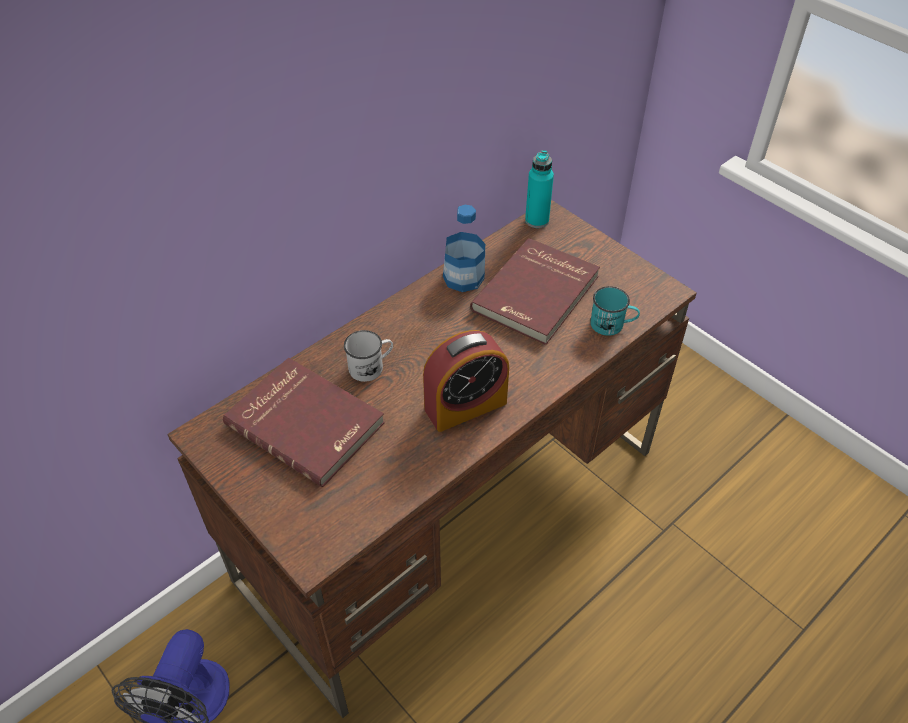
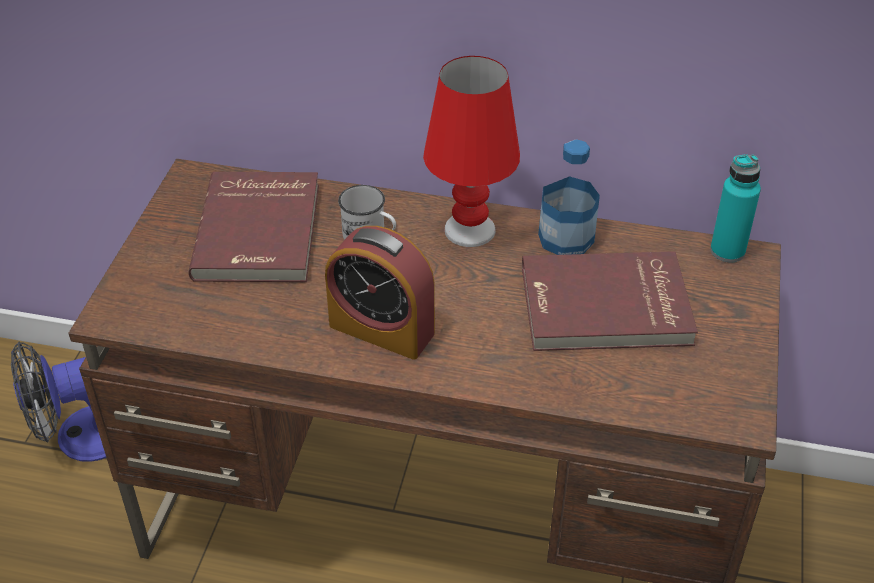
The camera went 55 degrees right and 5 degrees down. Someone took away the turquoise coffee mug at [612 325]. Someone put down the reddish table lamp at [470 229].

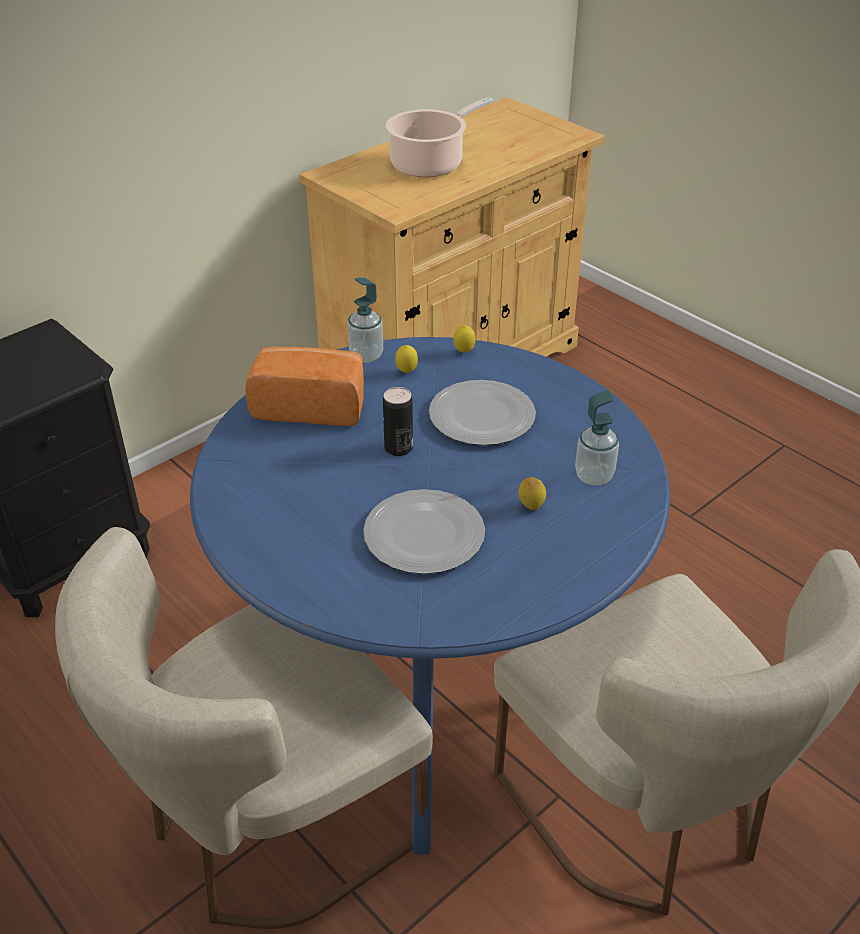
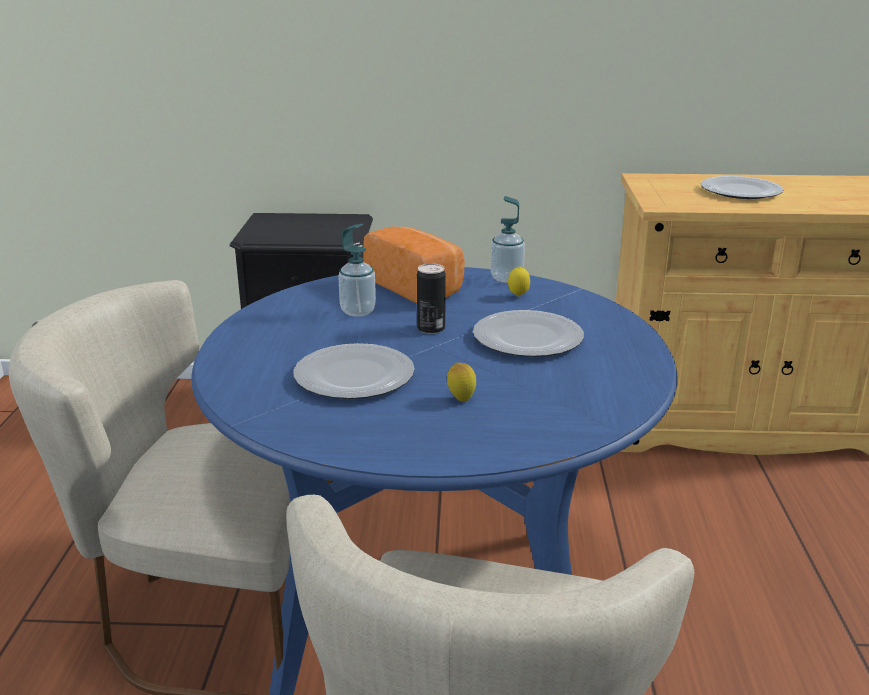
The camera went 45 degrees right and 15 degrees down. Someone swapped the saucepot at [430 164] for the plate at [741 191]. Someone took away the lemon at [464 352]. Someone carried the liquid soap bottle from [594 476] to [358 311].

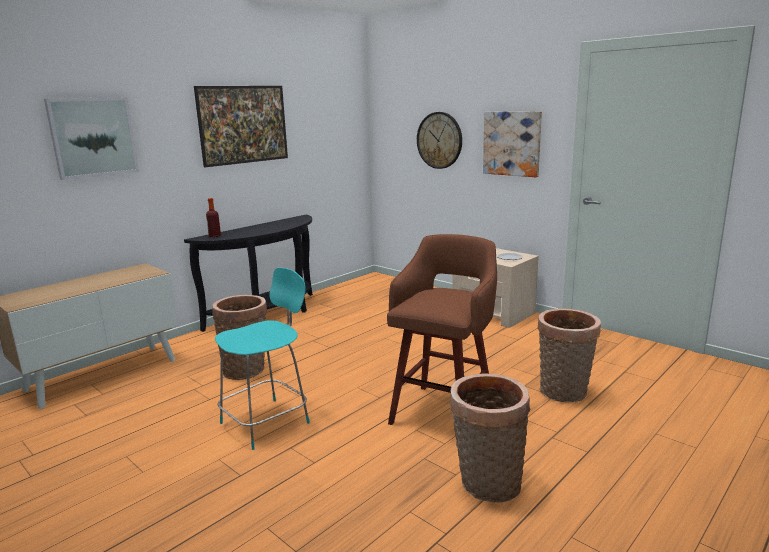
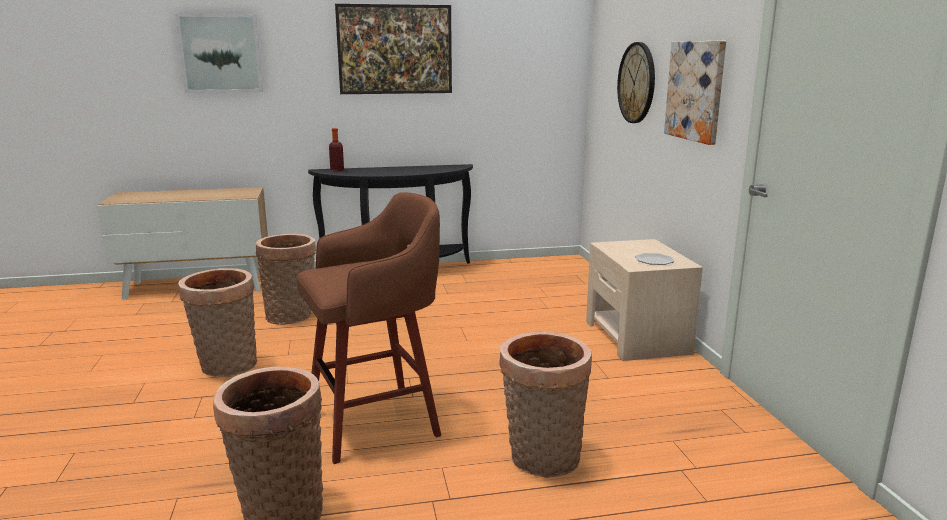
The camera went 35 degrees right and 0 degrees up. Someone swapped the turquoise plain chair at [267 421] for the storage basket at [226 367].

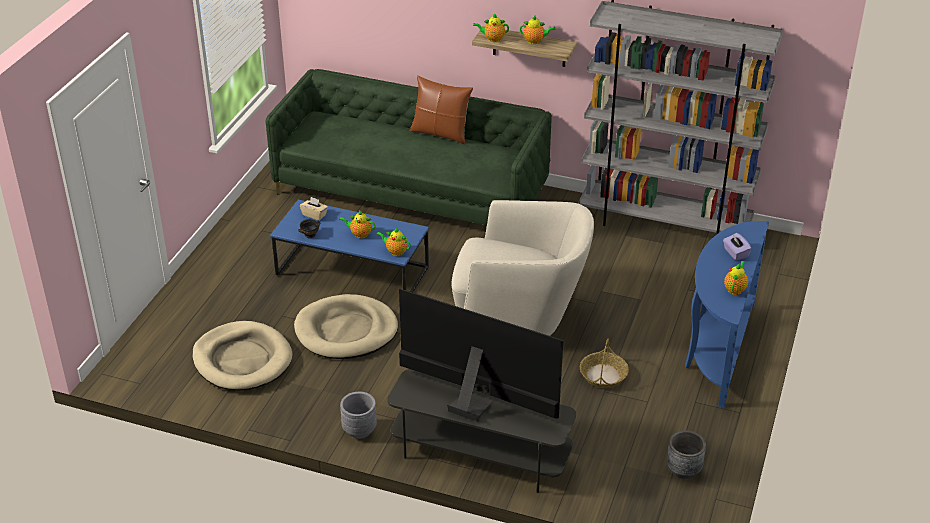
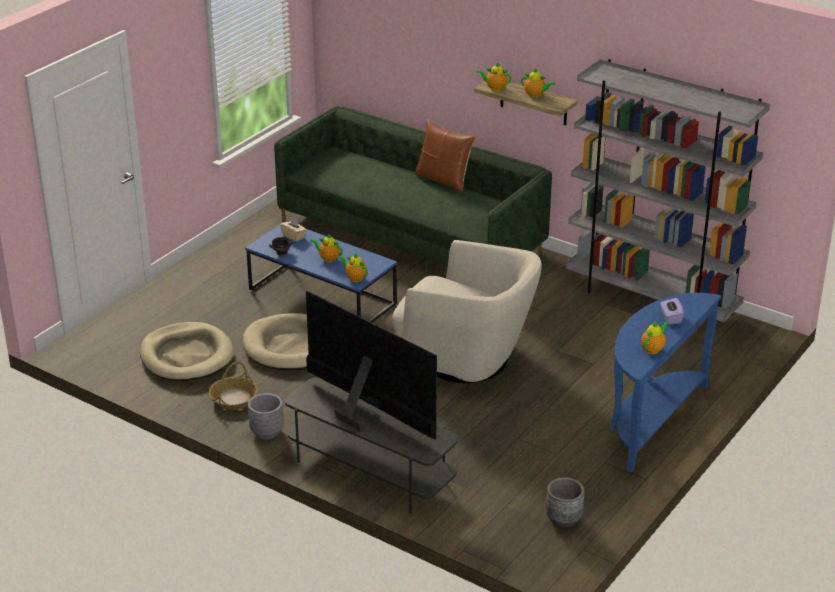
The camera went 15 degrees right and 5 degrees down. Someone carried the storage basket from [603 376] to [233 399].

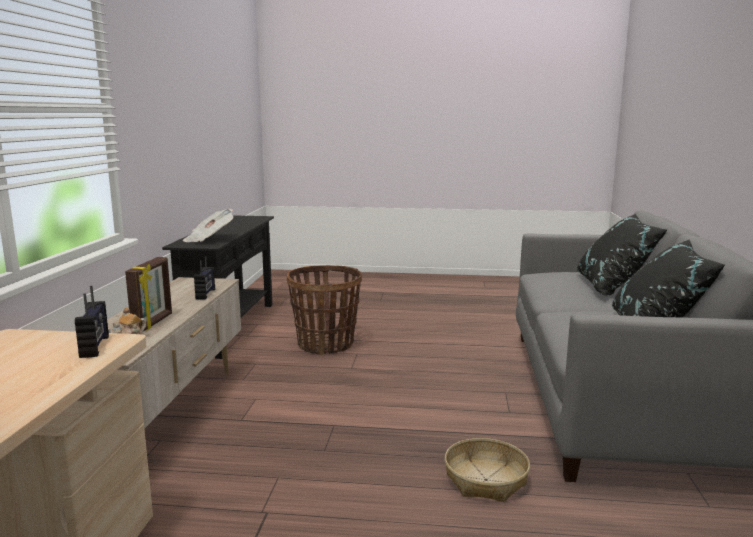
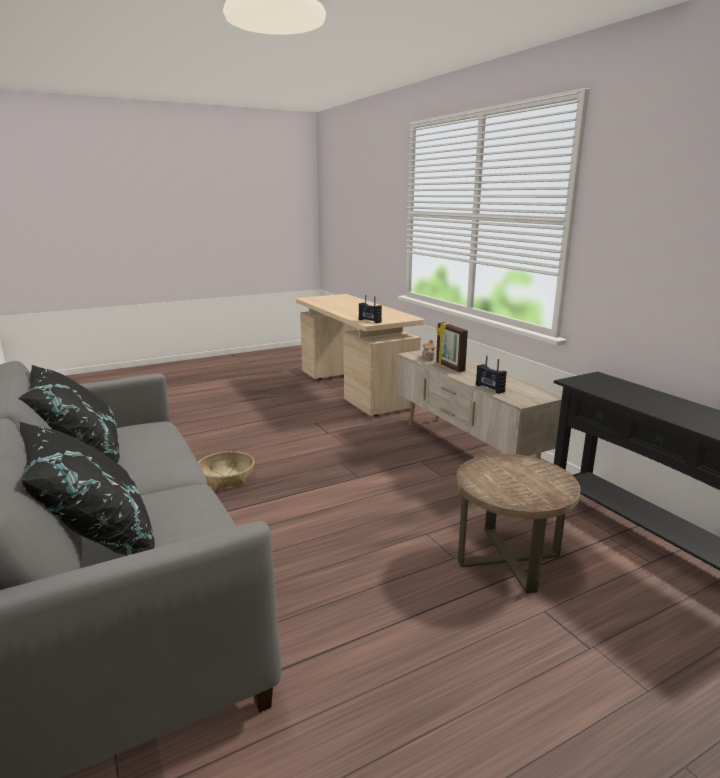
The camera went 145 degrees right and 5 degrees up. Someone took away the printed paper at [209 239]. Someone swapped the storage basket at [326 344] for the brownish accent table at [508 558].

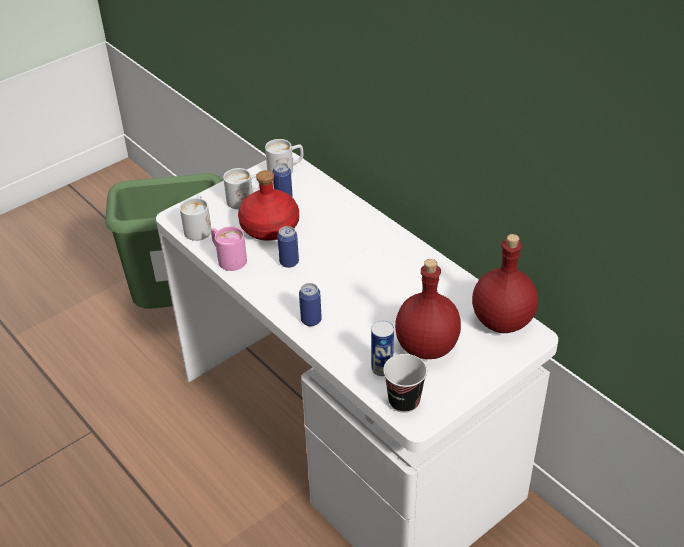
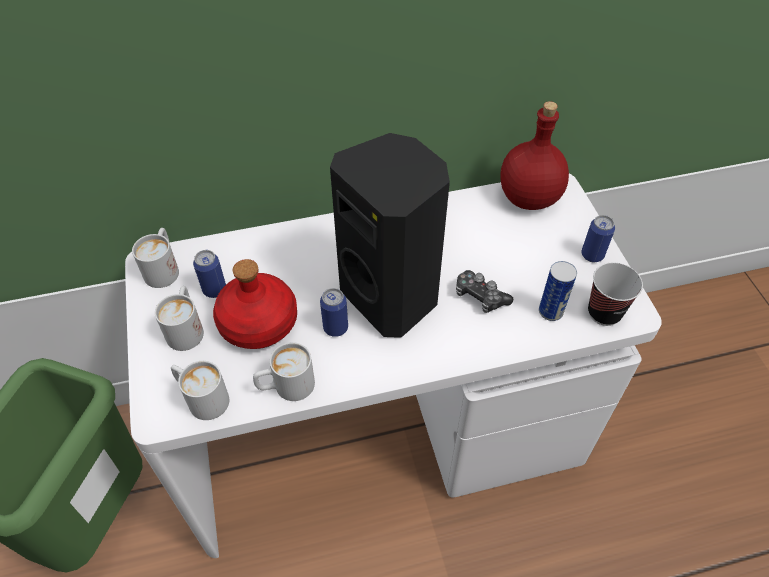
The camera went 65 degrees left and 10 degrees up. Someone repainted the pink-coloured coffee mug at [228 258], which became the whitish coffee mug at [286 387]. Someone carried the metal can from [311 320] to [592 255]. Someone took away the reddish beverage bottle at [425 346]. Someone put down the black-coloured loudspeaker at [392 296]. Someone put down the joypad at [480 296].

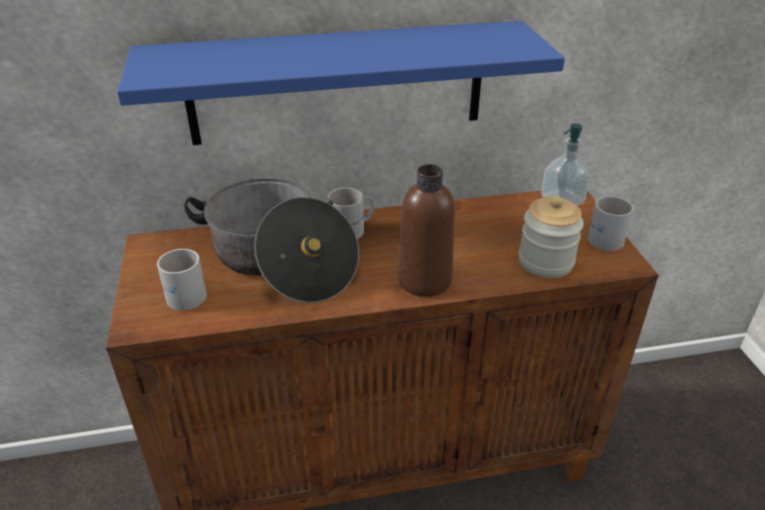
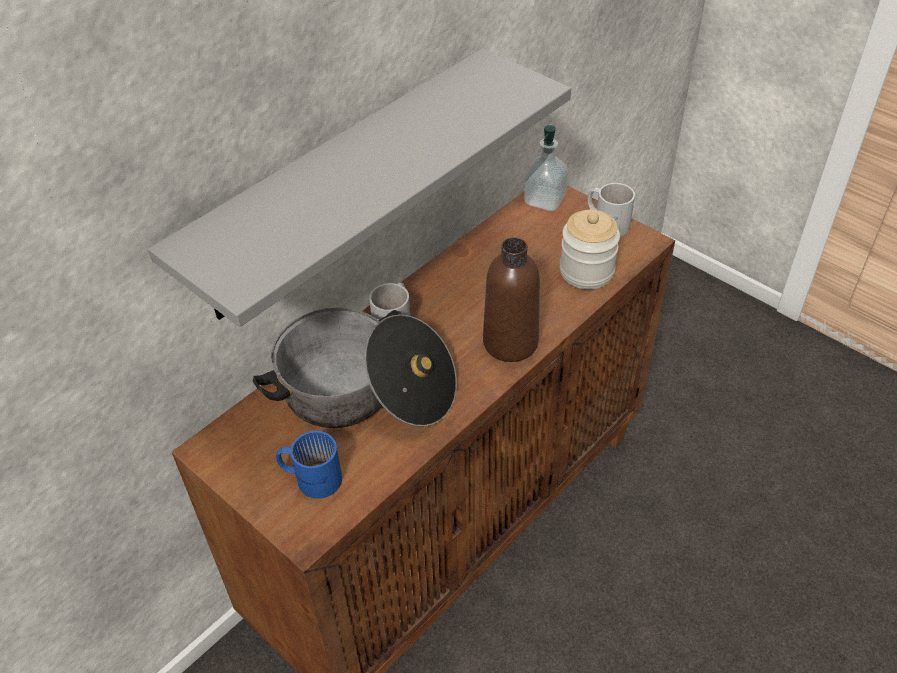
The camera went 35 degrees left and 10 degrees up. Someone repainted the blue wall shelf at [337 83], which became the greyish wall shelf at [340 185]. Someone repainted the whitish coffee mug at [184 292], which became the blue coffee mug at [311 476].

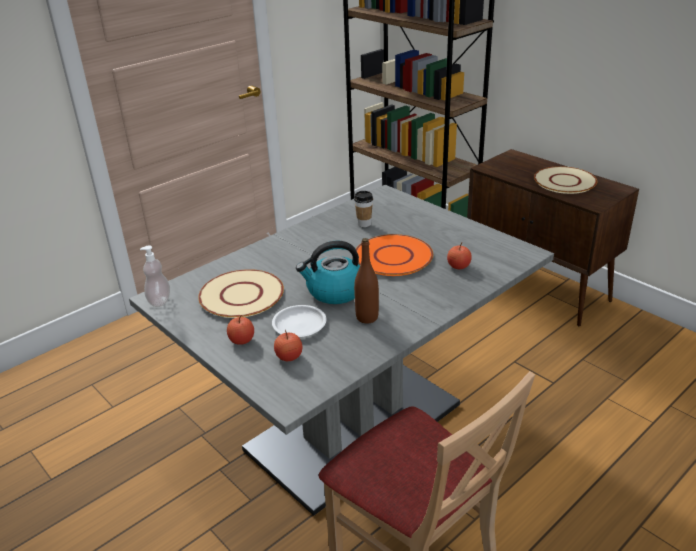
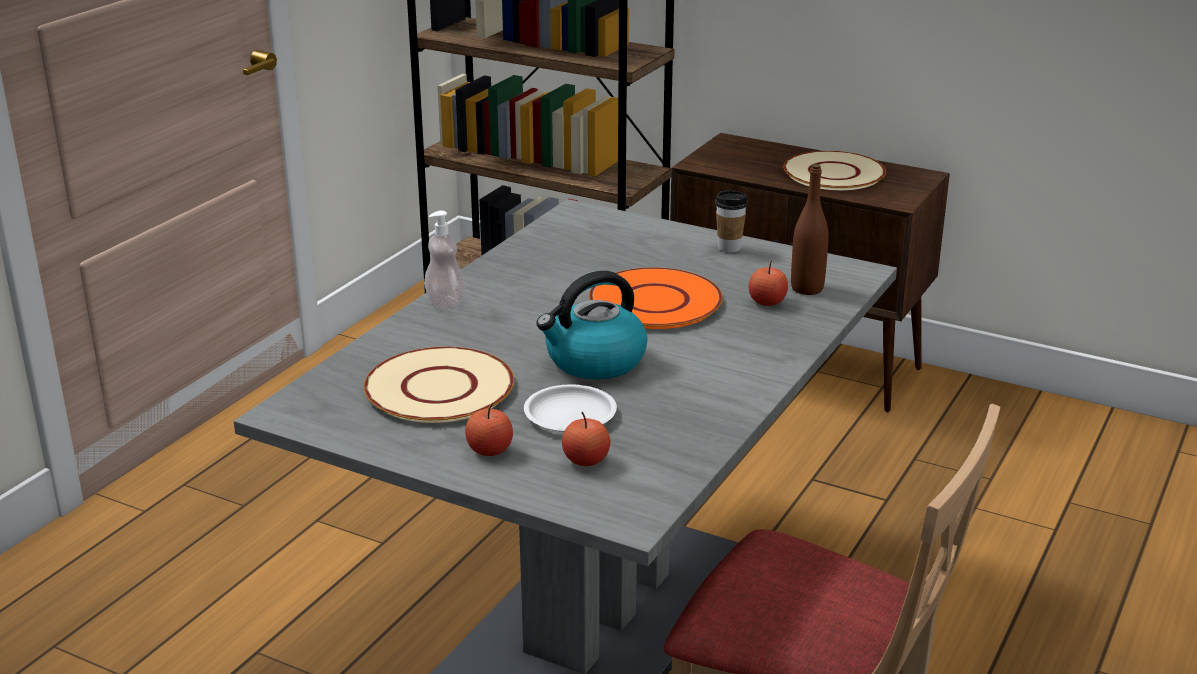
The camera went 20 degrees left and 5 degrees down. Someone carried the liquid soap bottle from [159 301] to [445 303]. Someone carried the small cup from [364 224] to [729 247]. Someone carried the brownish beverage bottle from [367 317] to [807 288].

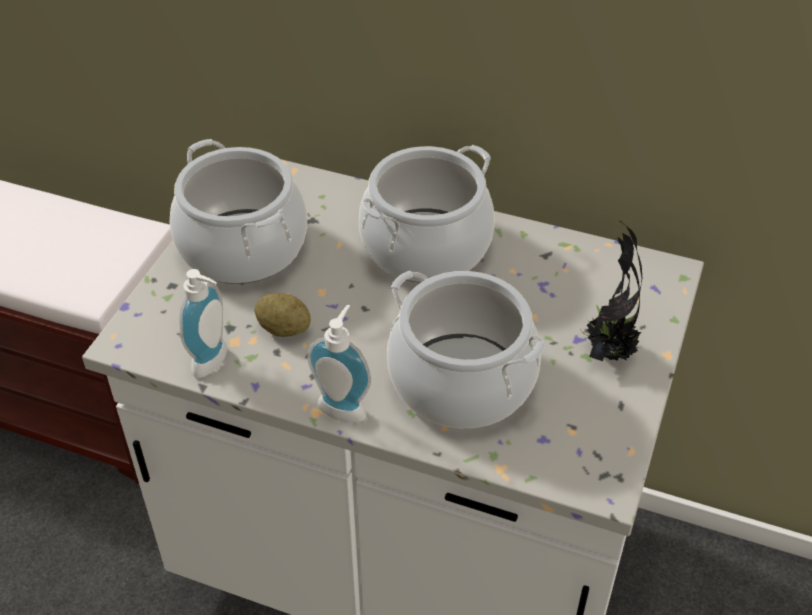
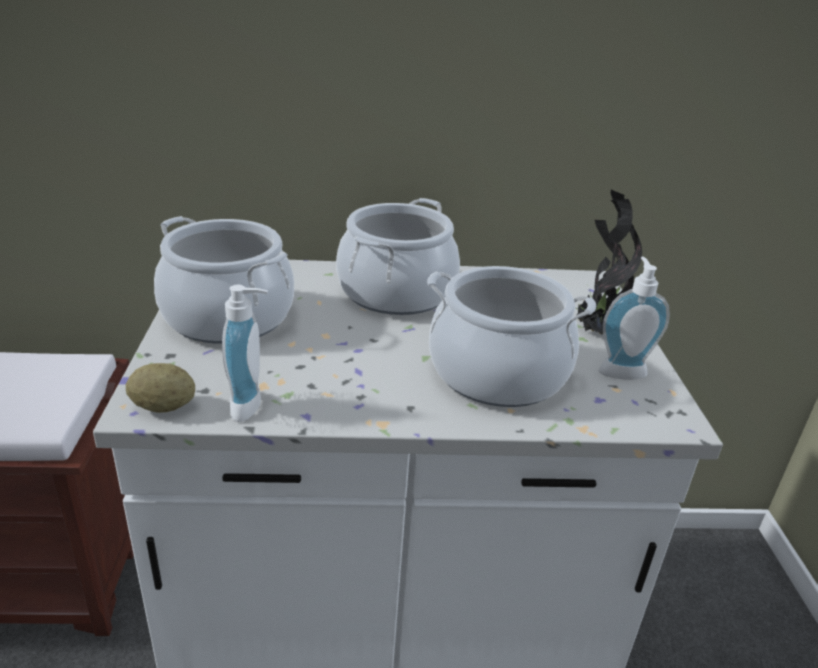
The camera went 25 degrees left and 15 degrees down. Someone carried the spud from [284 329] to [163 407]. Someone carried the liquid soap bottle from [344 406] to [621 370].

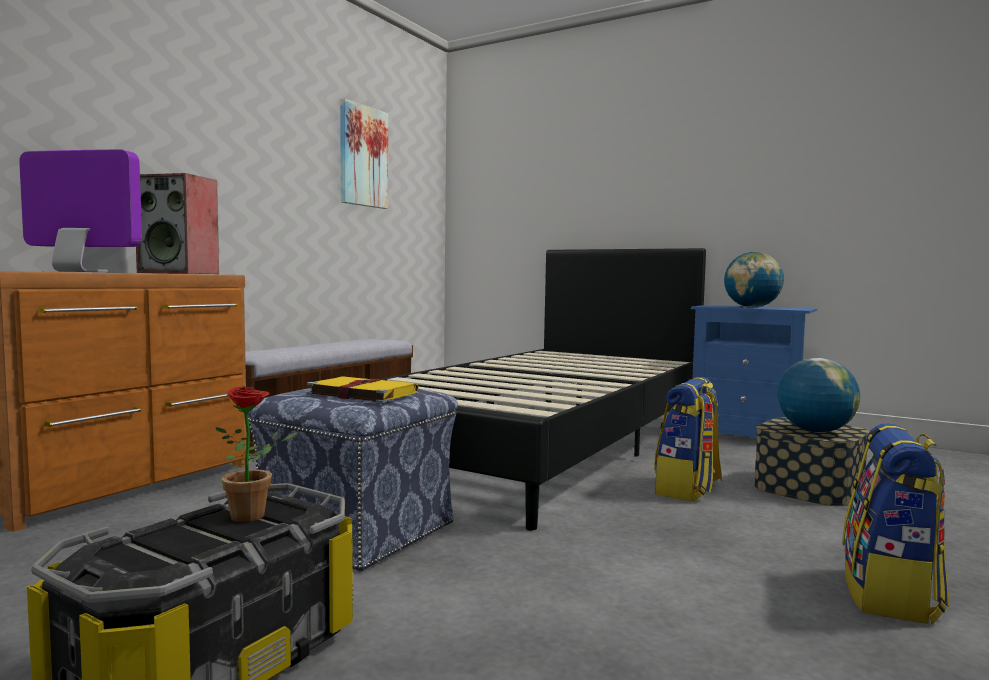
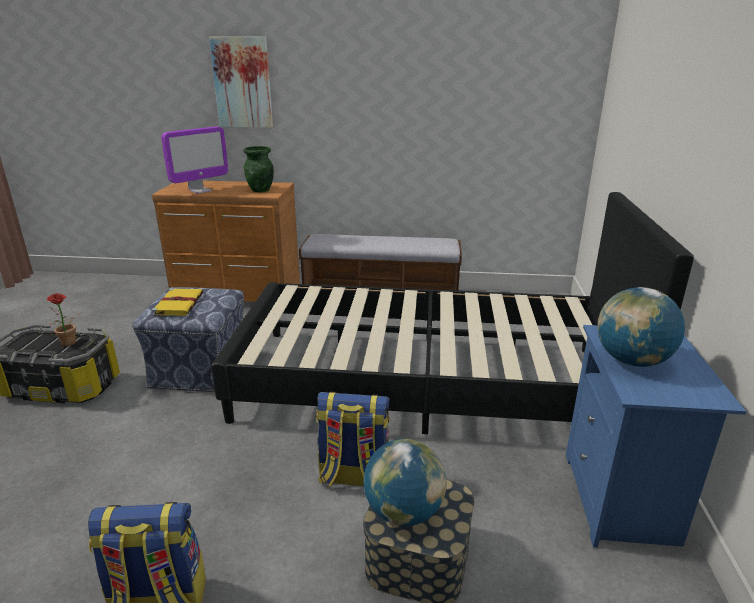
The camera went 65 degrees right and 20 degrees up. Someone rotated the monitor at [80 271] by 60 degrees clockwise. Someone swapped the loudspeaker at [180 273] for the green-coloured flower vase at [261 190]. Someone carried the wall picture from [363 156] to [242 83].

